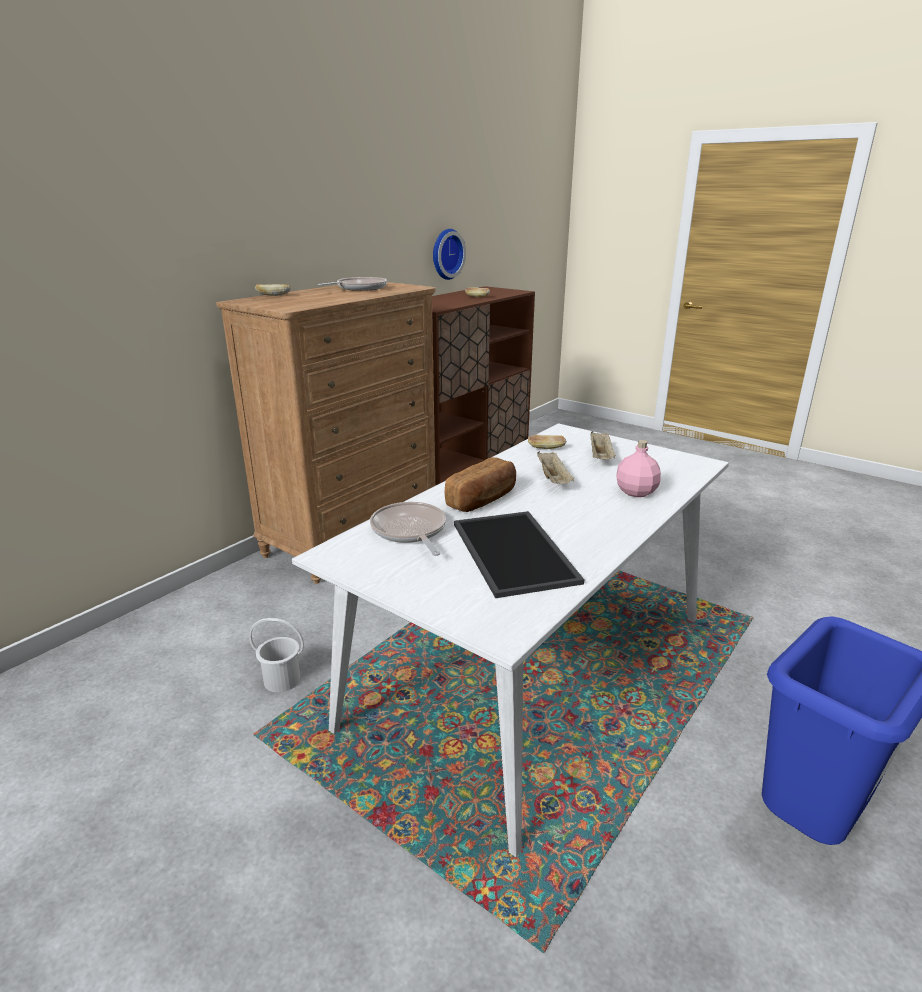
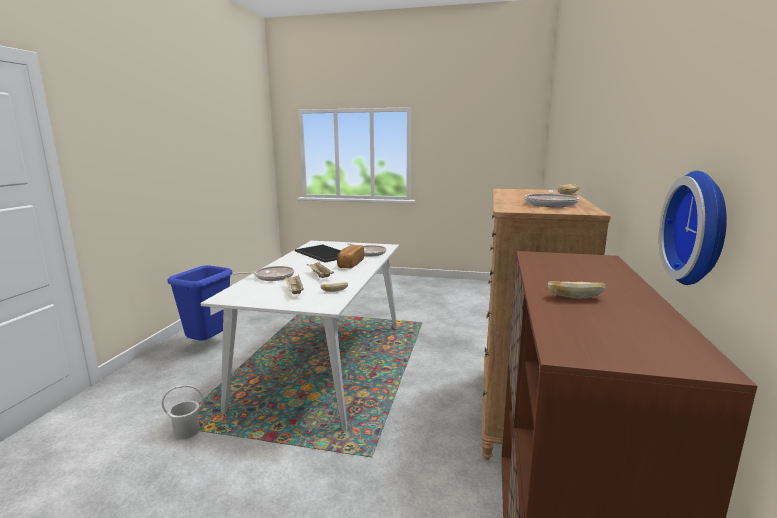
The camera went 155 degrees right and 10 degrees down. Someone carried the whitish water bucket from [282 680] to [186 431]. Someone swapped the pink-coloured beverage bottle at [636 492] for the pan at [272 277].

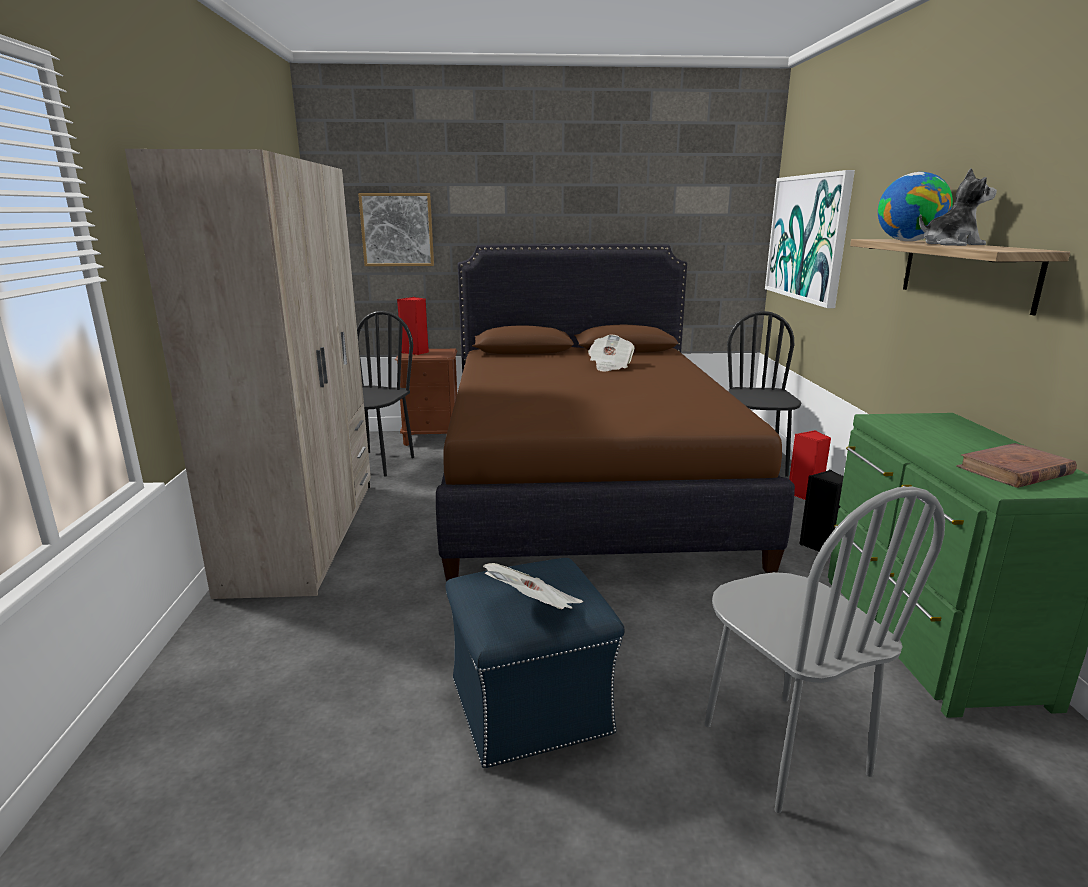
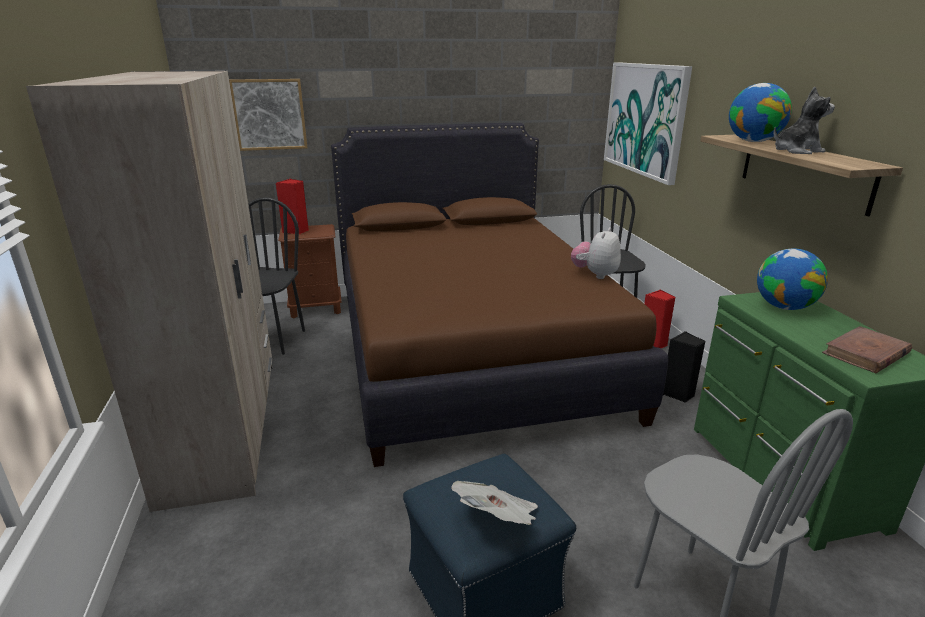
The camera went 10 degrees left and 5 degrees up. Someone took away the printed paper at [610 366]. Someone put down the soft toy at [595 275]. Someone put down the world globe at [784 307].

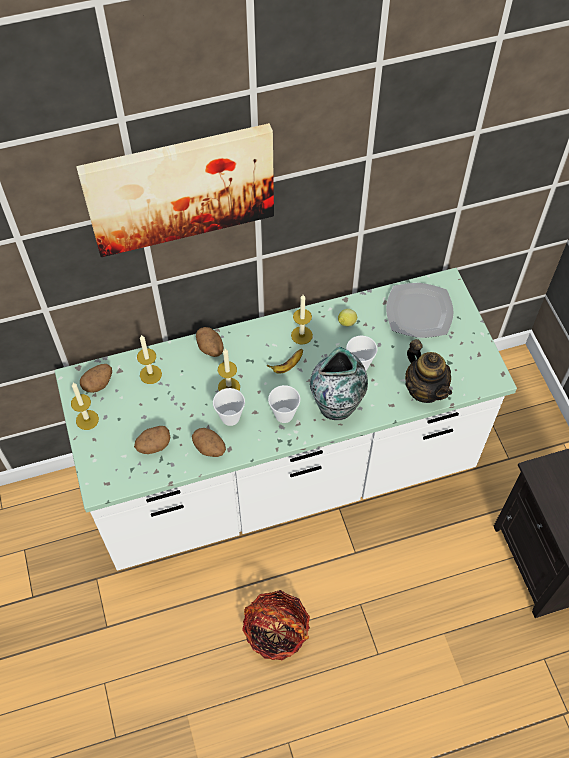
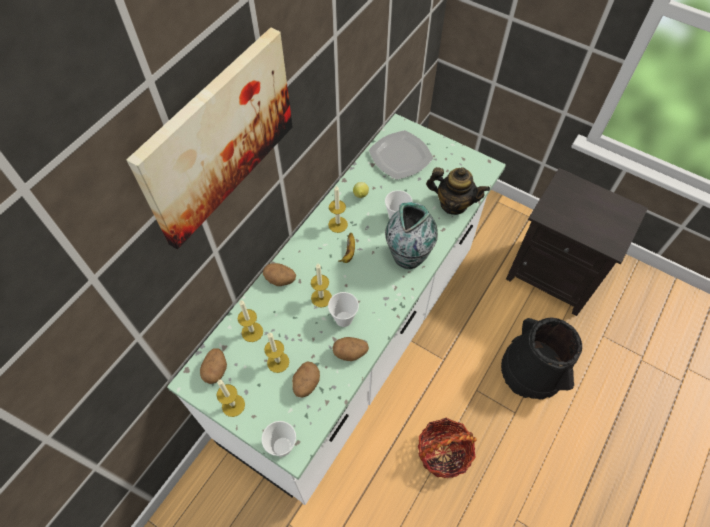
The camera went 40 degrees left and 0 degrees up. Someone carried the small cup from [284 415] to [282 446]. Someone put down the wax candle at [278 362]. Someone put down the black-coloured water bucket at [533 369].

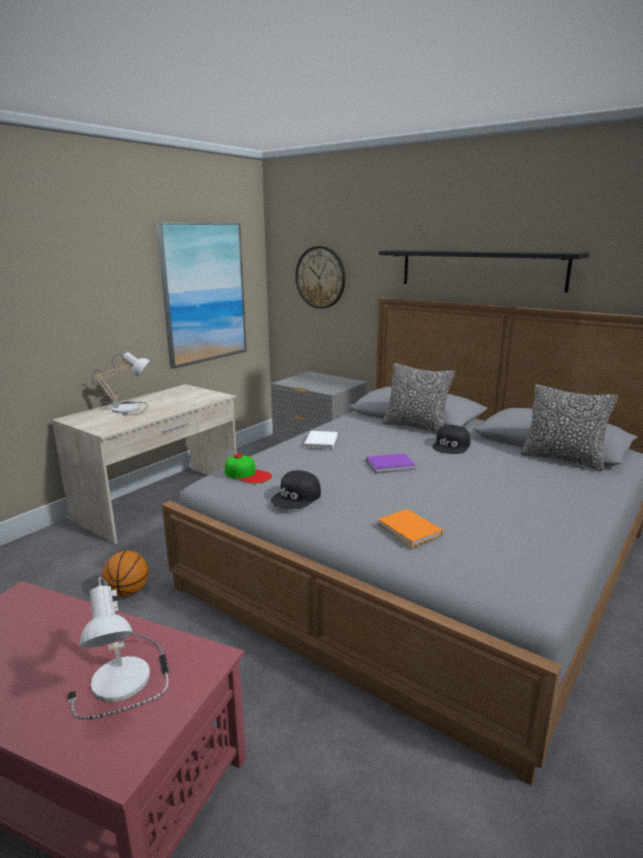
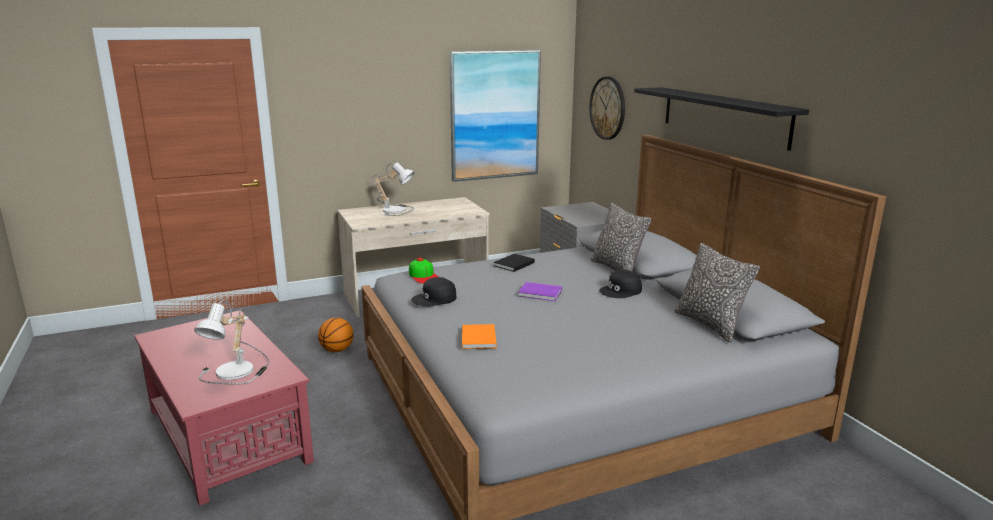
The camera went 30 degrees right and 0 degrees up. Someone repainted the whitish book at [320 442], which became the black-coloured book at [513 264].

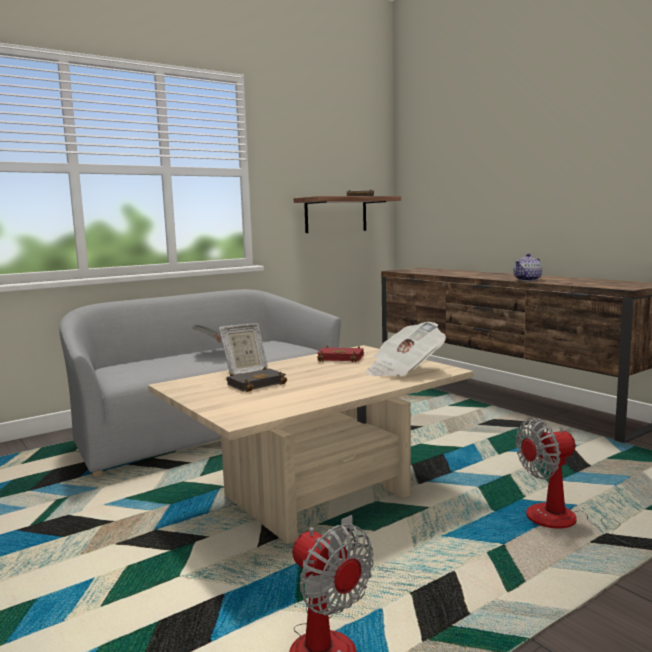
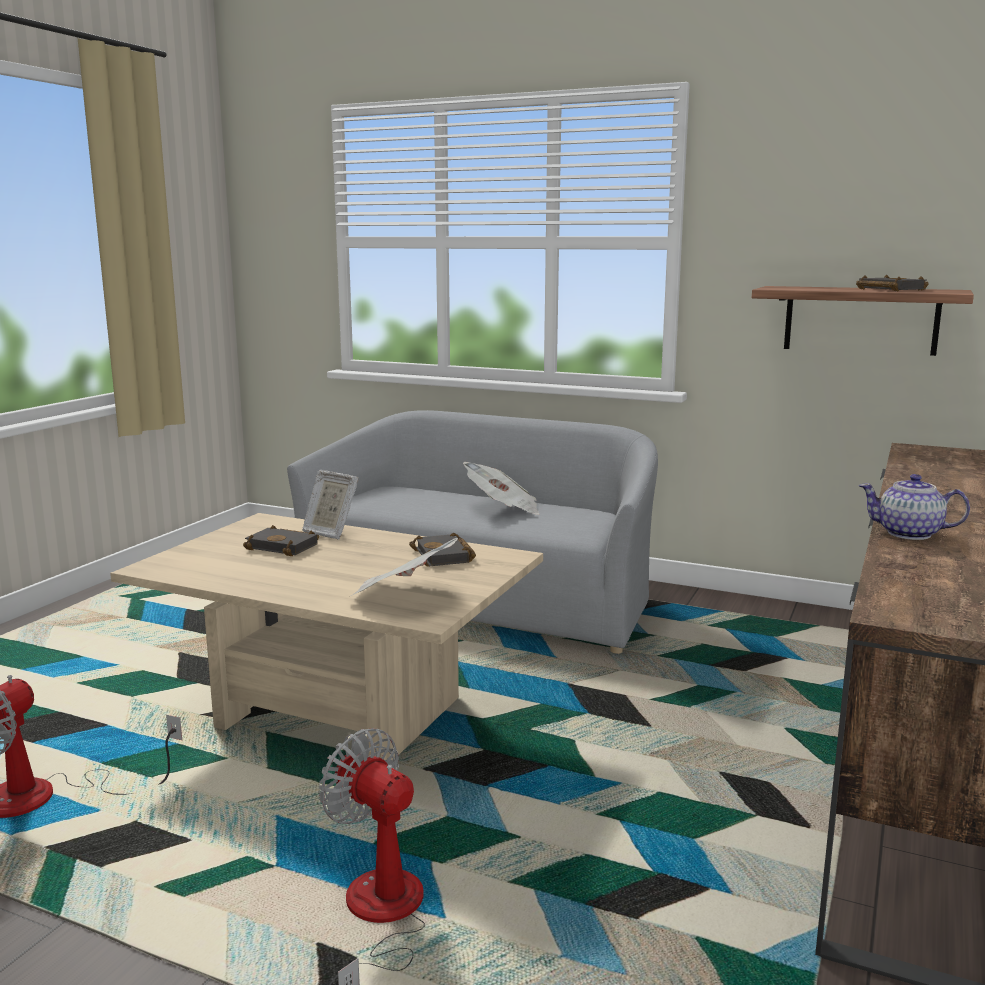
The camera went 60 degrees right and 5 degrees up. Someone repainted the reddish book at [342 358], which became the black-coloured book at [445 556].

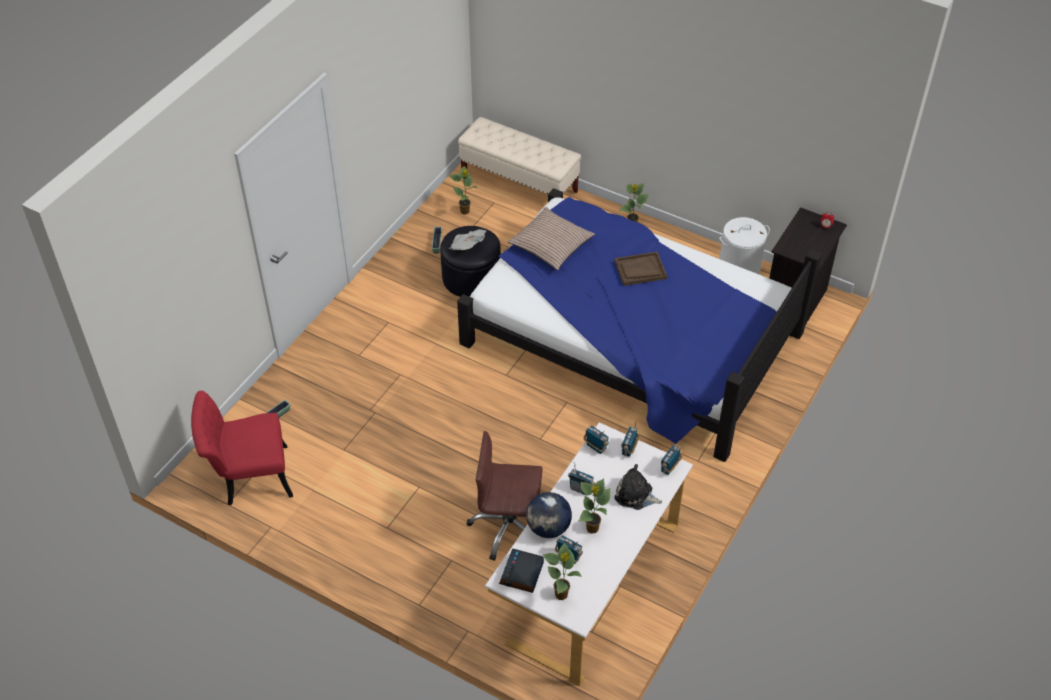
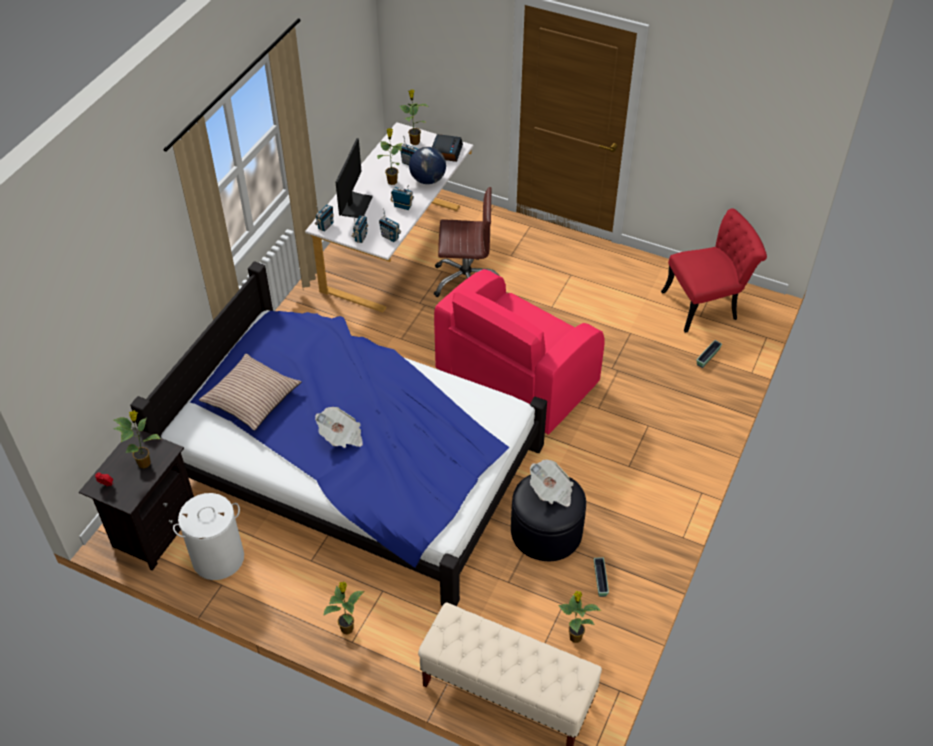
The camera went 175 degrees right and 0 degrees up. Someone carried the throw pillow from [551 245] to [251 398]. Someone swapped the brownish carrying tray at [640 270] for the printed paper at [341 436]. Someone swapped the soft toy at [635 495] for the monitor at [356 205]. Someone put down the potted plant at [145 463]. Someone put down the pink-coloured easy chair at [515 377].

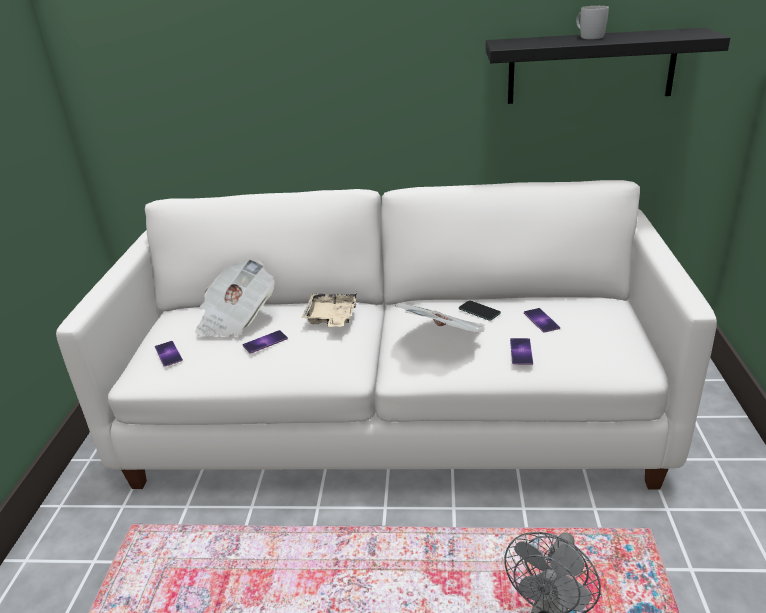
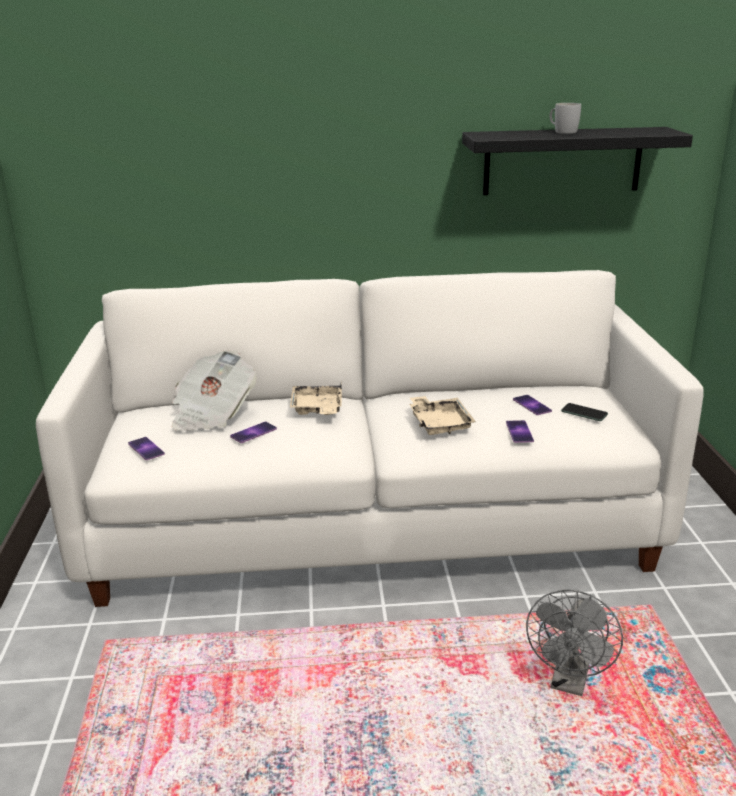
The camera went 10 degrees left and 5 degrees down. Someone swapped the printed paper at [444 338] for the sand-coloured carrying tray at [439 423]. Someone carried the handset from [479 311] to [584 413].

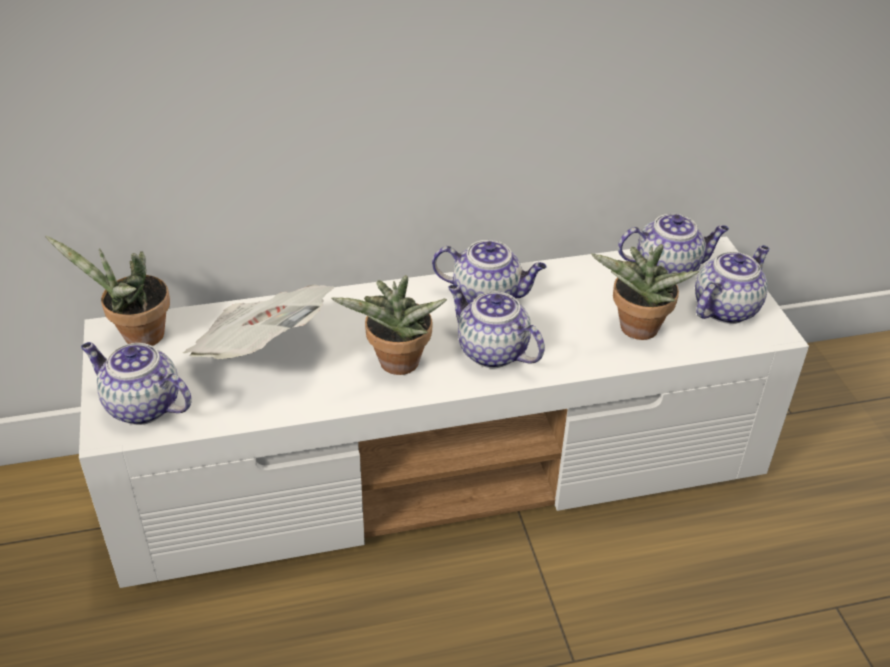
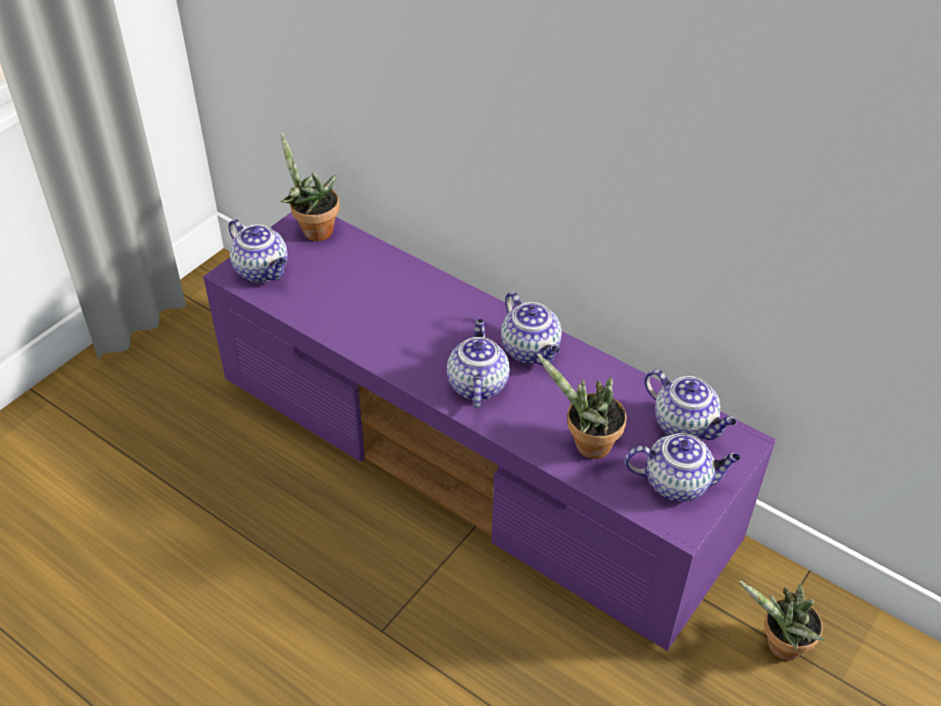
The camera went 50 degrees right and 5 degrees up. Someone repainted the whitish tv stand at [445 468], which became the purplish tv stand at [472 461]. Someone rotated the teapot at [141 406] by 150 degrees clockwise. Someone took away the printed paper at [261 351]. Someone carried the potted plant from [396 366] to [779 647].

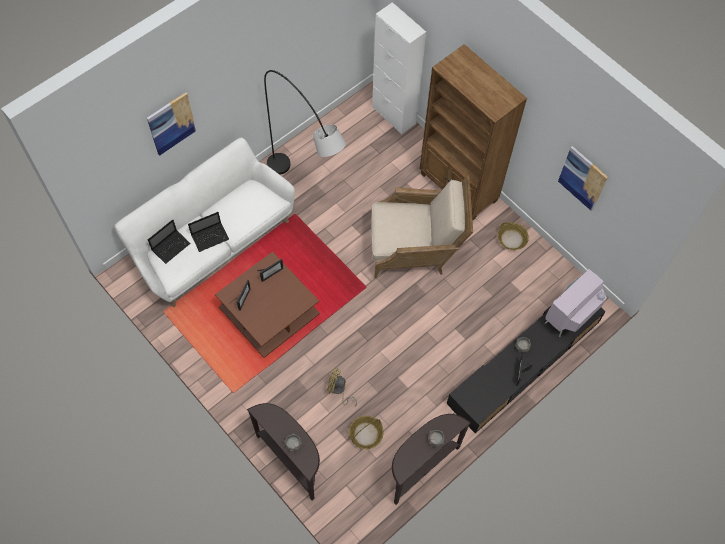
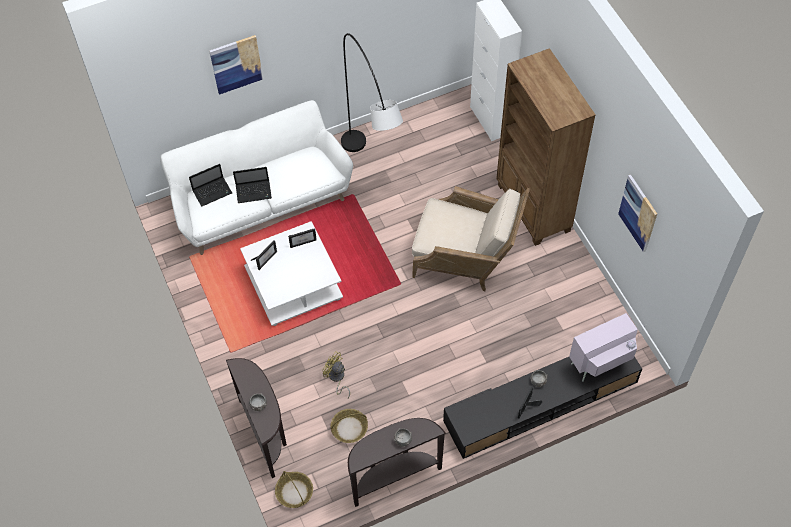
The camera went 20 degrees right and 5 degrees down. Someone repainted the brownish low table at [269 312], which became the whitish low table at [294 283]. Someone carried the storage basket from [512 239] to [294 492].

